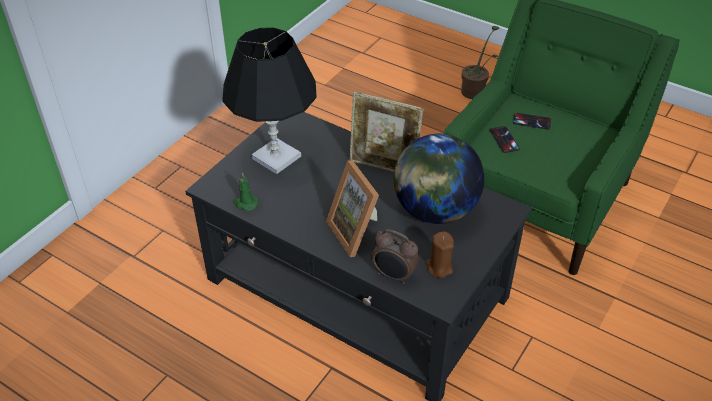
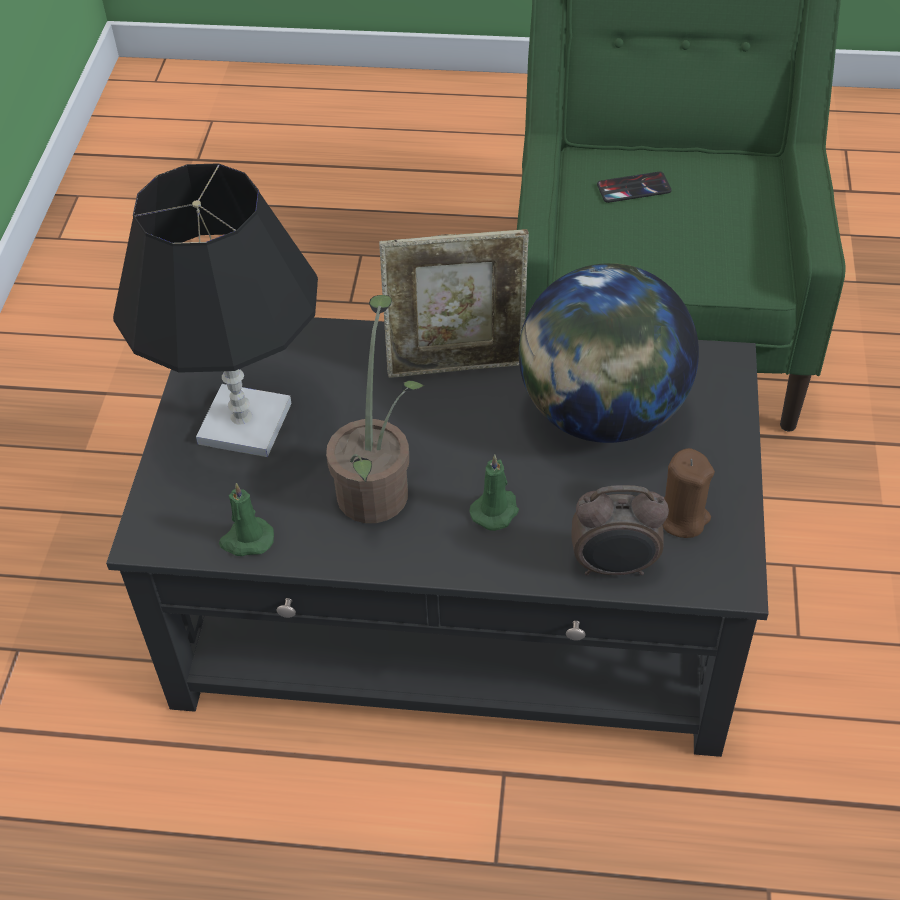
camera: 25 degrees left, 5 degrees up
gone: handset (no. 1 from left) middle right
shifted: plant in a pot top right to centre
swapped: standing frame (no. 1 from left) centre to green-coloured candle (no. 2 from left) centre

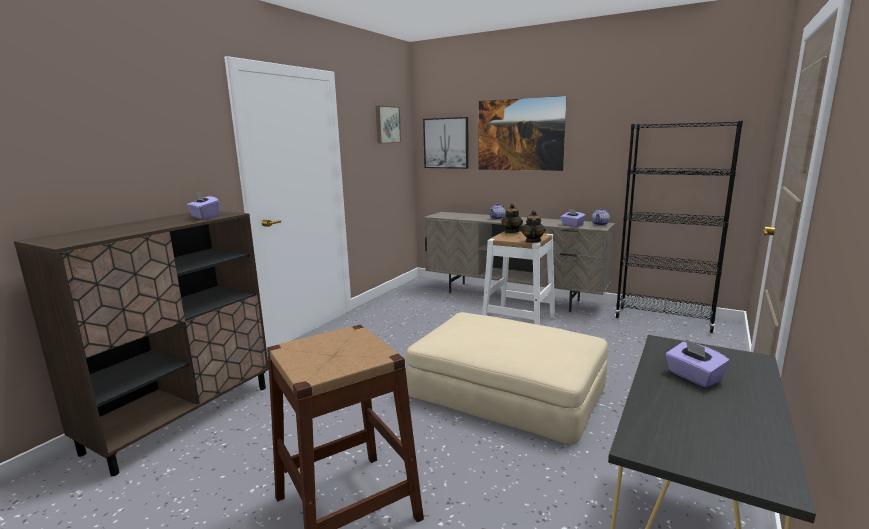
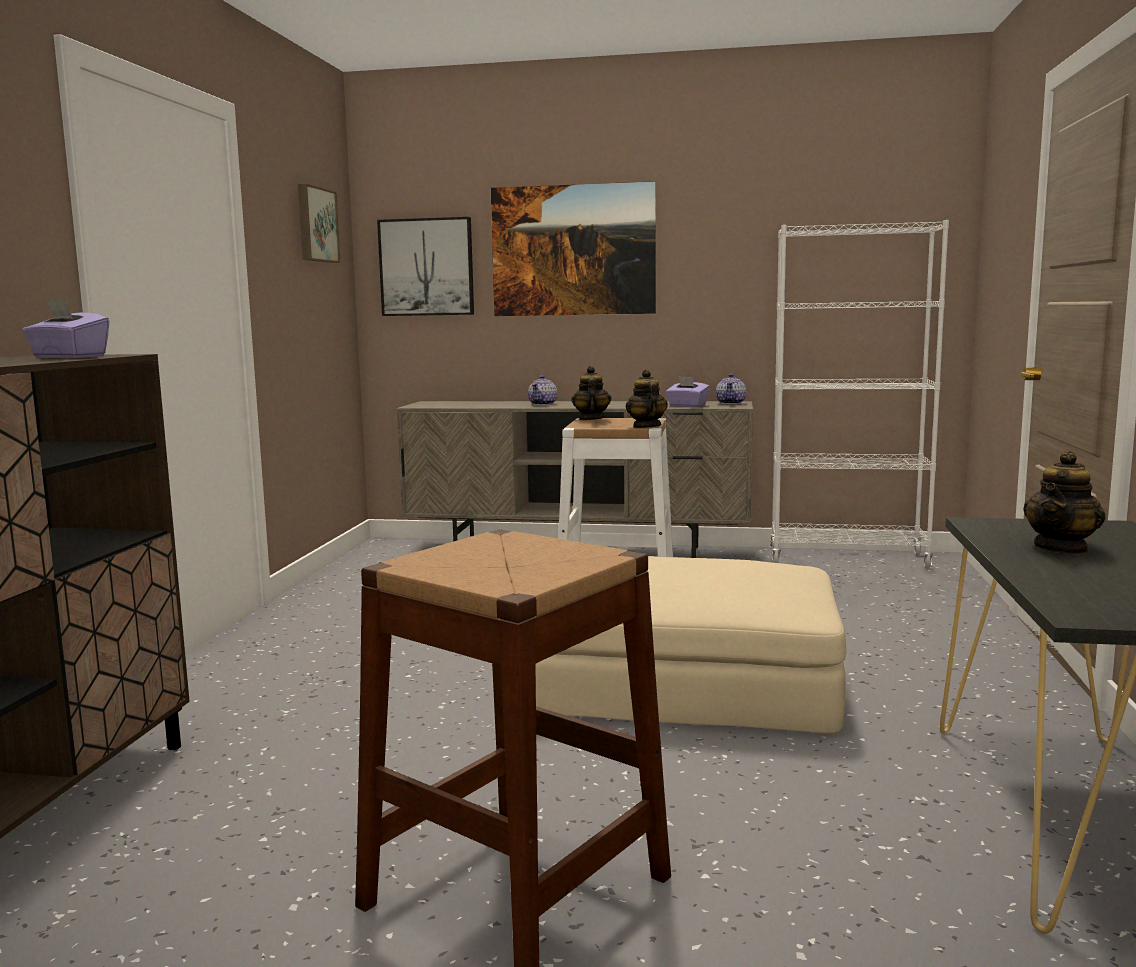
camera: 20 degrees left, 5 degrees down
swapped: purple-coloured box of tissues (no. 3 from left) bottom right to teapot (no. 5 from left) middle right
repainted: blackish bookshelf middle right to white bookshelf middle right

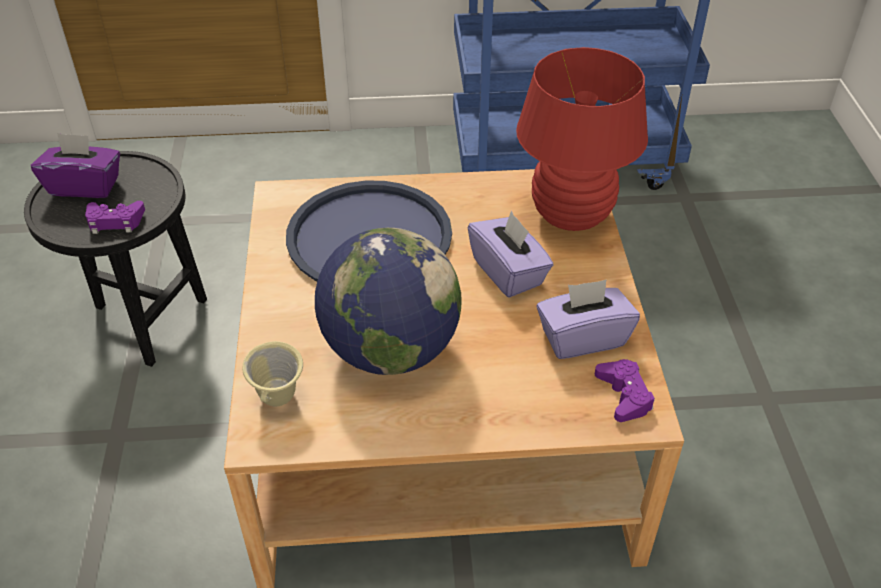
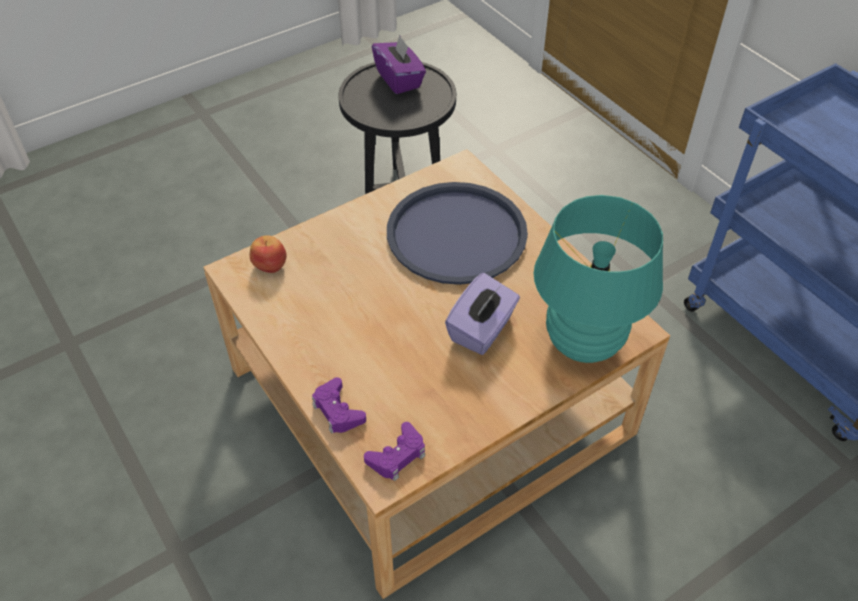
camera: 60 degrees right, 5 degrees up
gone: world globe centre; purple-coloured box of tissues (no. 3 from left) middle right
shifted: purple-coloured game controller (no. 1 from left) middle left to bottom centre
swapped: beige tea mug middle left to whole apple middle left
repainted: reddish tabletop lamp top centre to turquoise-coloured tabletop lamp middle right

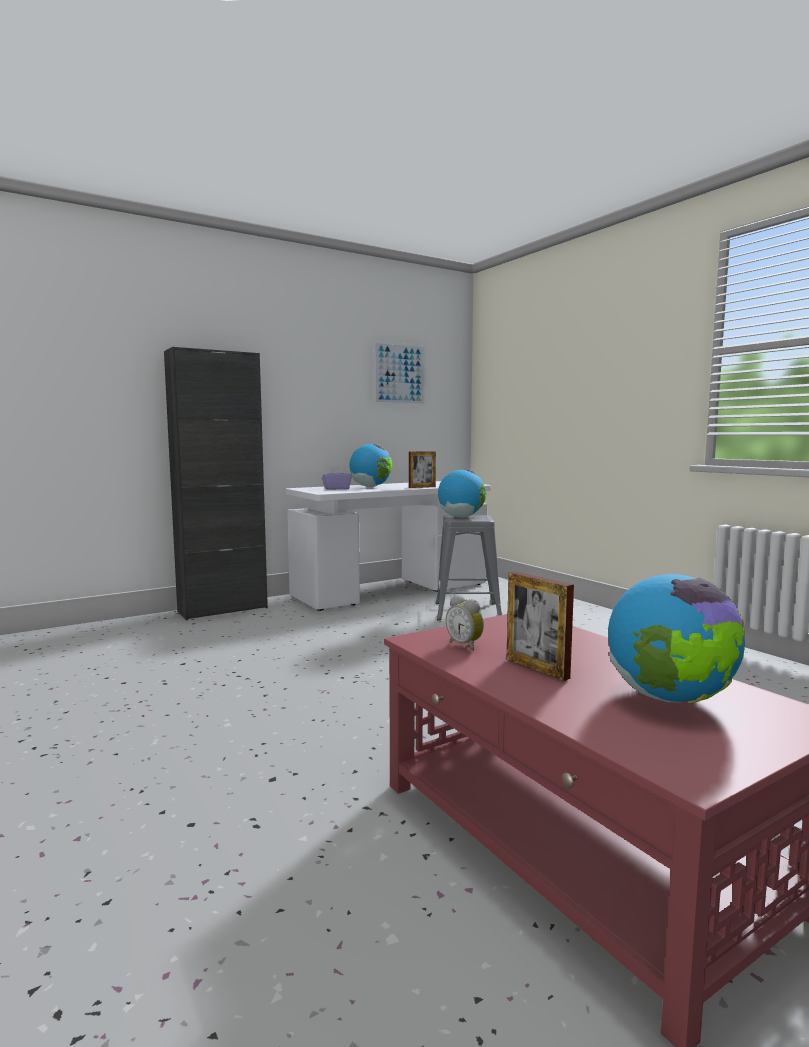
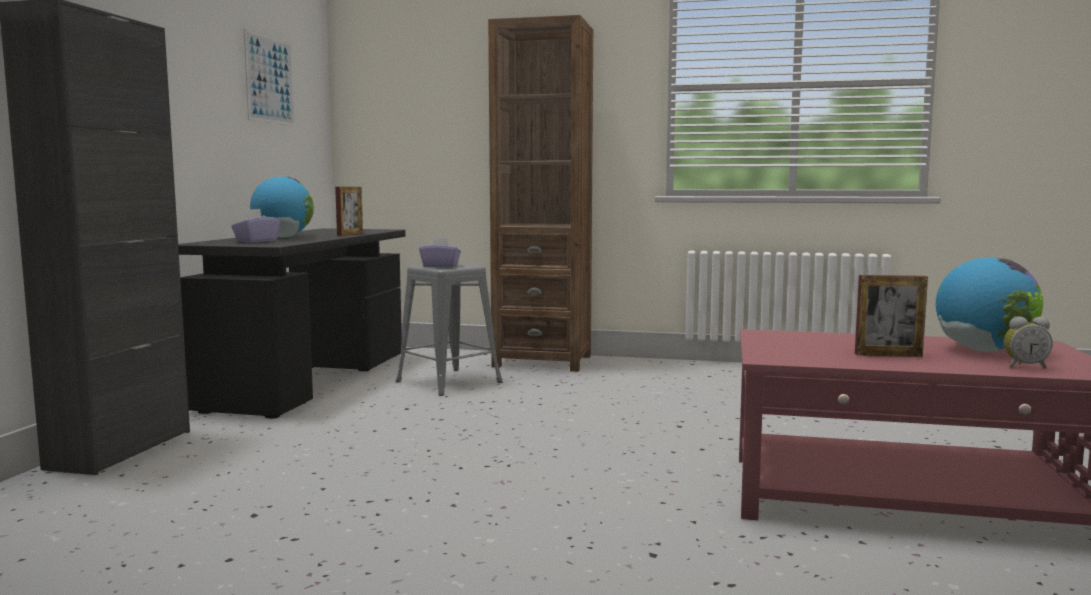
camera: 45 degrees left, 0 degrees up
new: brown-coloured bookshelf top centre
shifted: bedside clock centre to middle right
swapped: world globe (no. 2 from left) centre to purple-coloured box of tissues (no. 2 from left) centre
repainted: white desk centre to blackish desk middle left

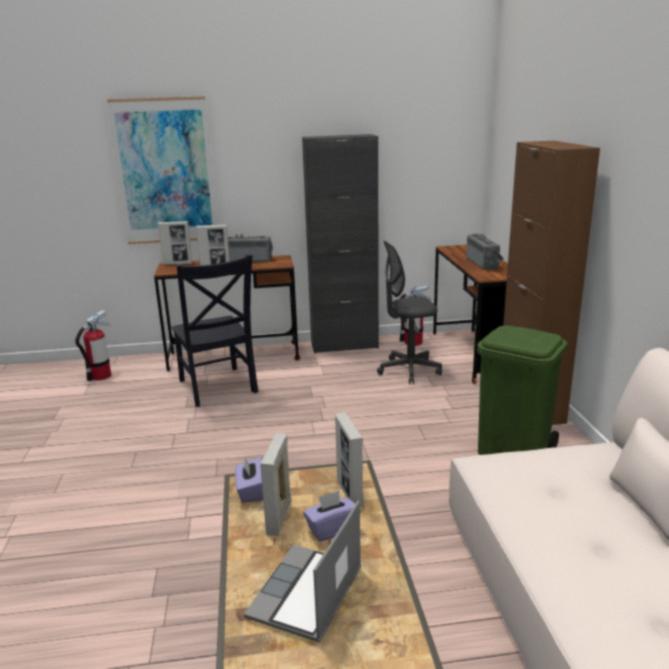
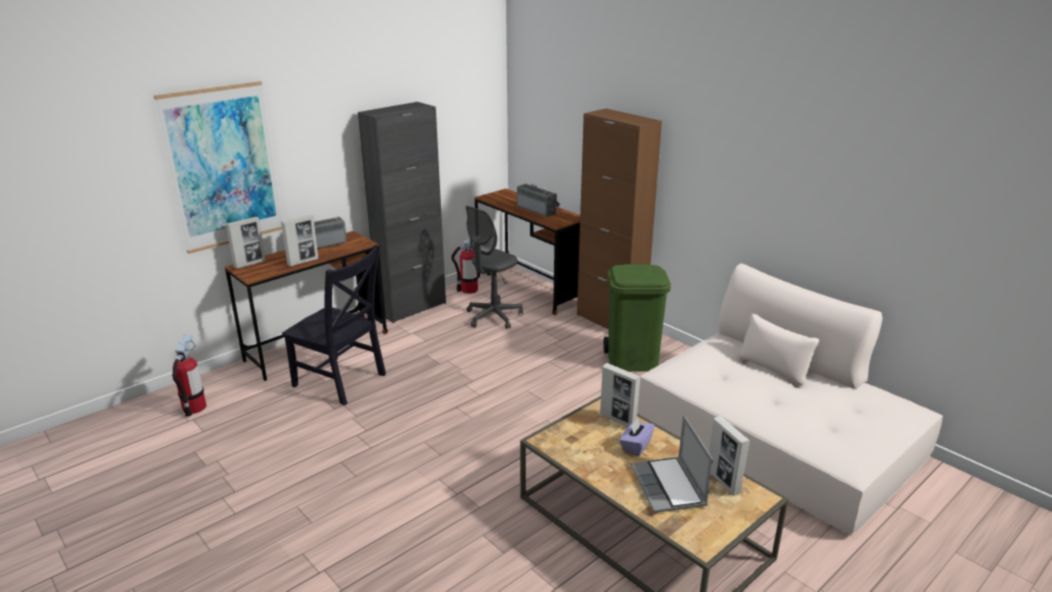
camera: 35 degrees left, 5 degrees up
gone: purple-coloured box of tissues (no. 1 from left) bottom centre
shifted: standing frame (no. 3 from left in the first image) bottom centre to standing frame (no. 4 from left) bottom right

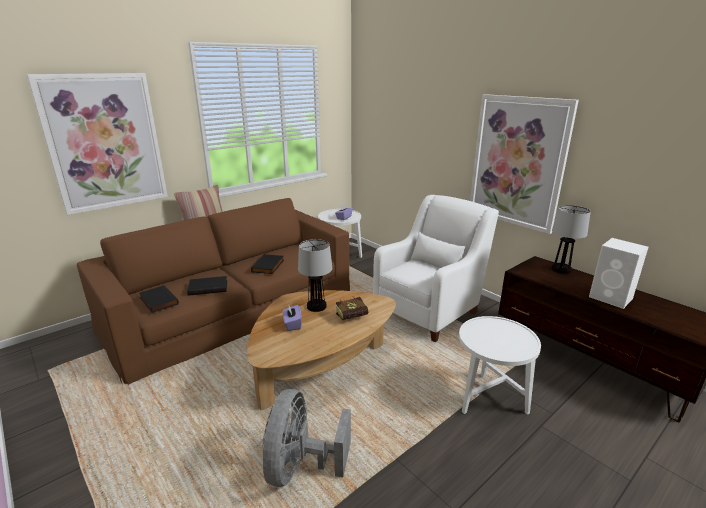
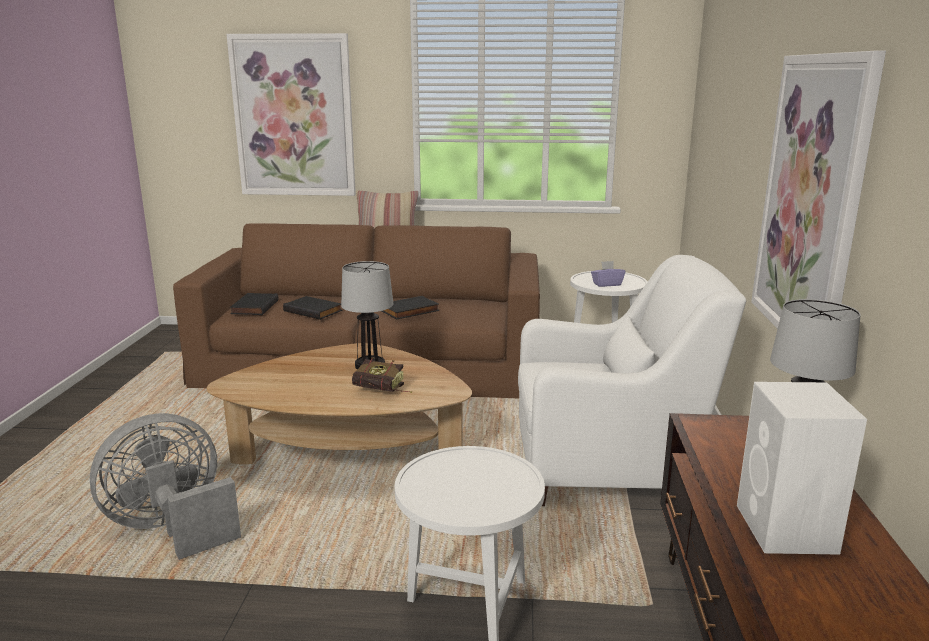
camera: 45 degrees right, 5 degrees down
gone: purple-coloured box of tissues (no. 1 from left) centre

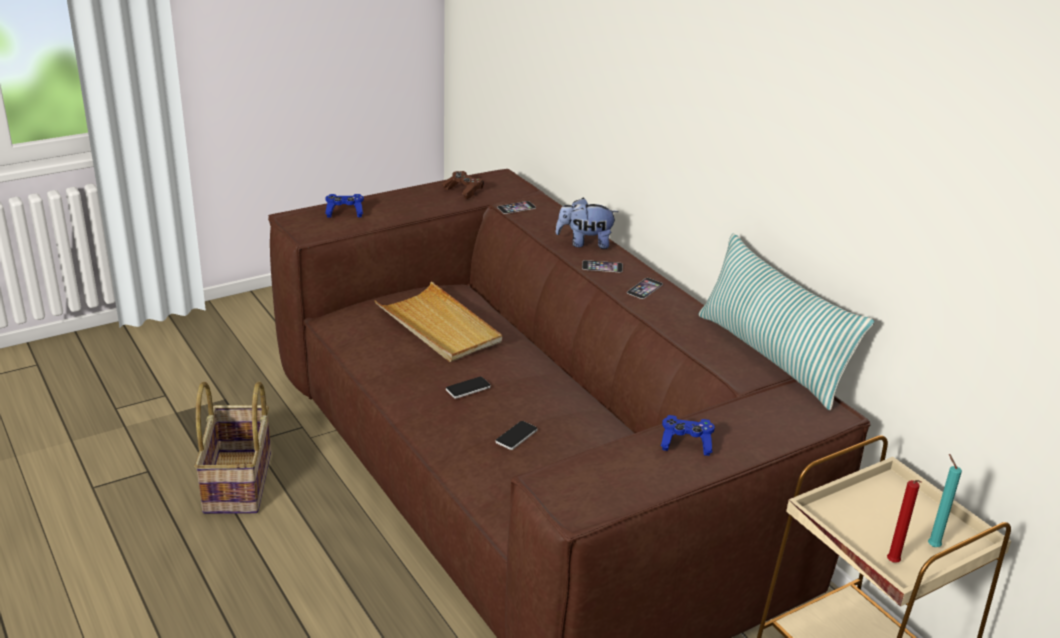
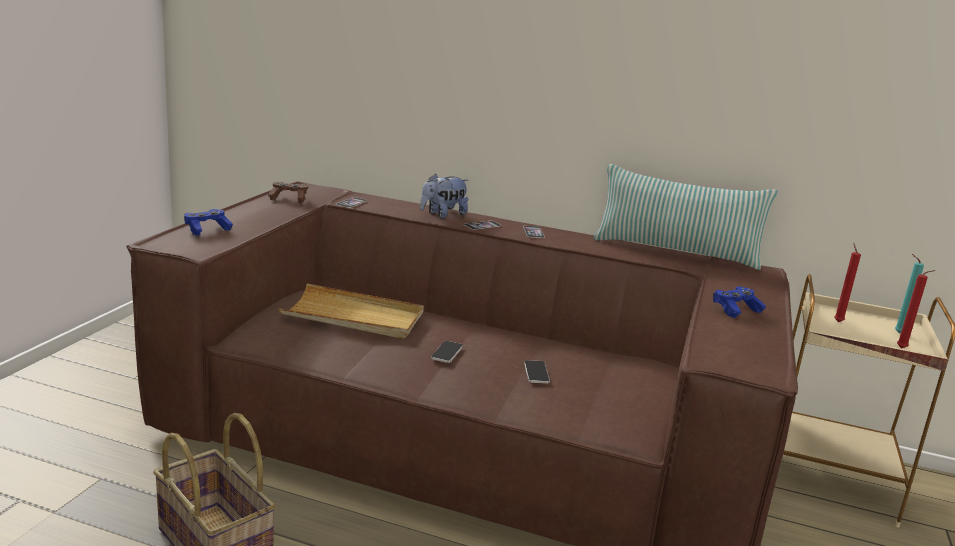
camera: 40 degrees left, 10 degrees down
new: reddish candle (no. 1 from left) middle right

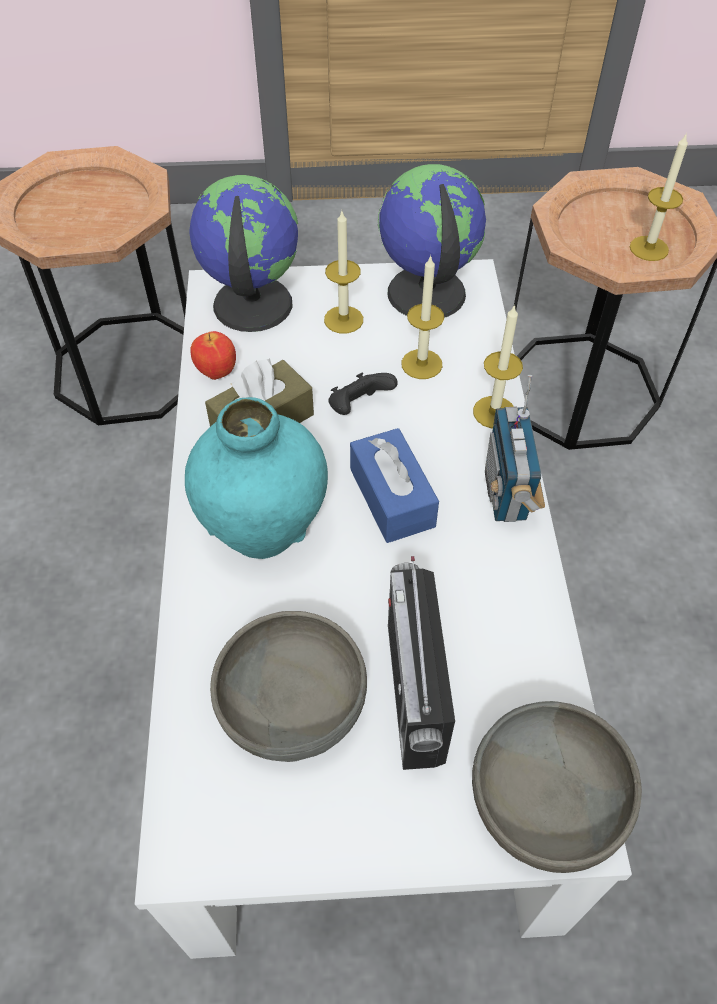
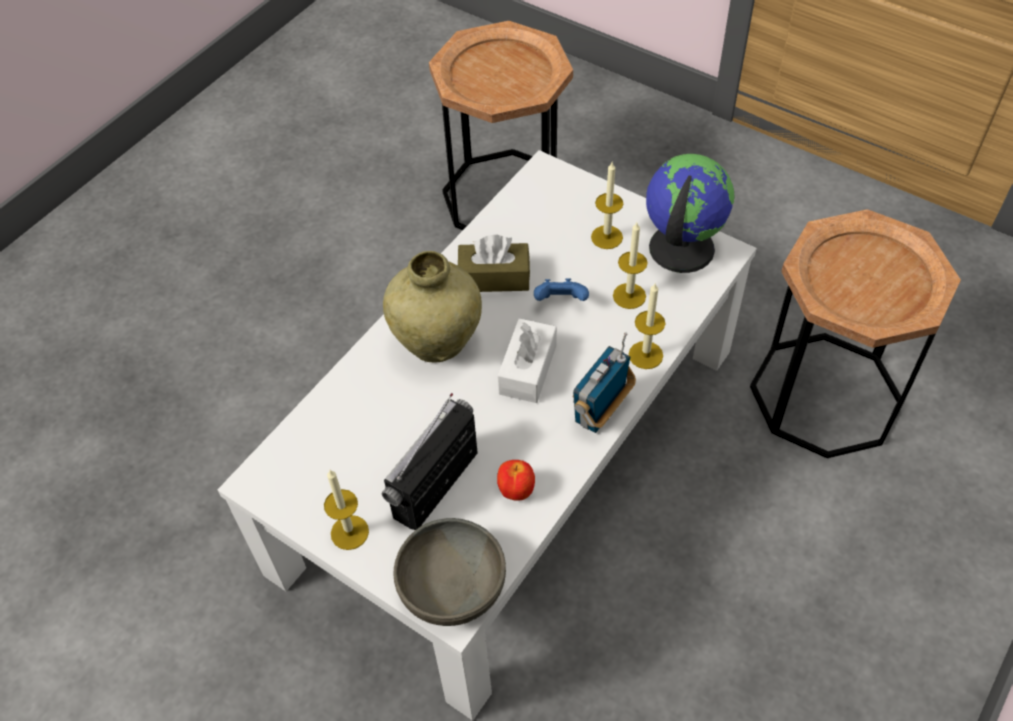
camera: 40 degrees right, 0 degrees up
gone: world globe (no. 1 from left) top centre; grey bowl (no. 1 from left) bottom centre
shifted: candle (no. 4 from left in the first image) top right to candle (no. 1 from left) bottom centre; whole apple middle left to centre
repainted: blackish game controller centre to blue-coloured game controller centre; turquoise-coloured flower vase centre to beige flower vase centre; blue-coloured box of tissues centre to white box of tissues centre

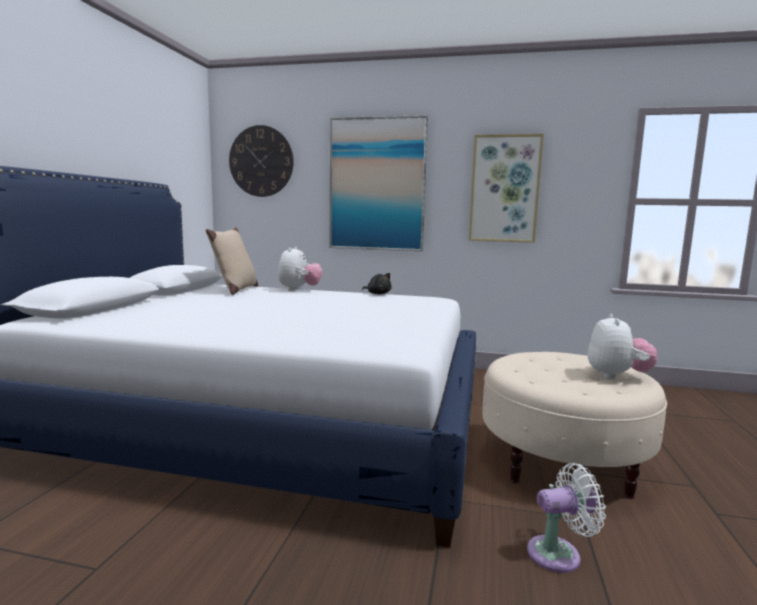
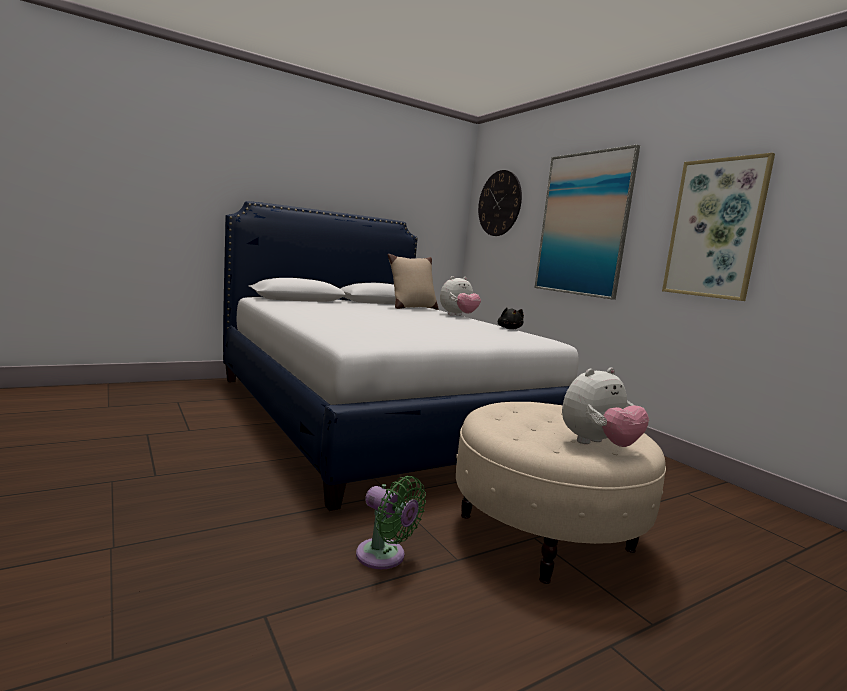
camera: 45 degrees right, 0 degrees up
repainted: white cooling fan bottom right to green-coloured cooling fan bottom centre

